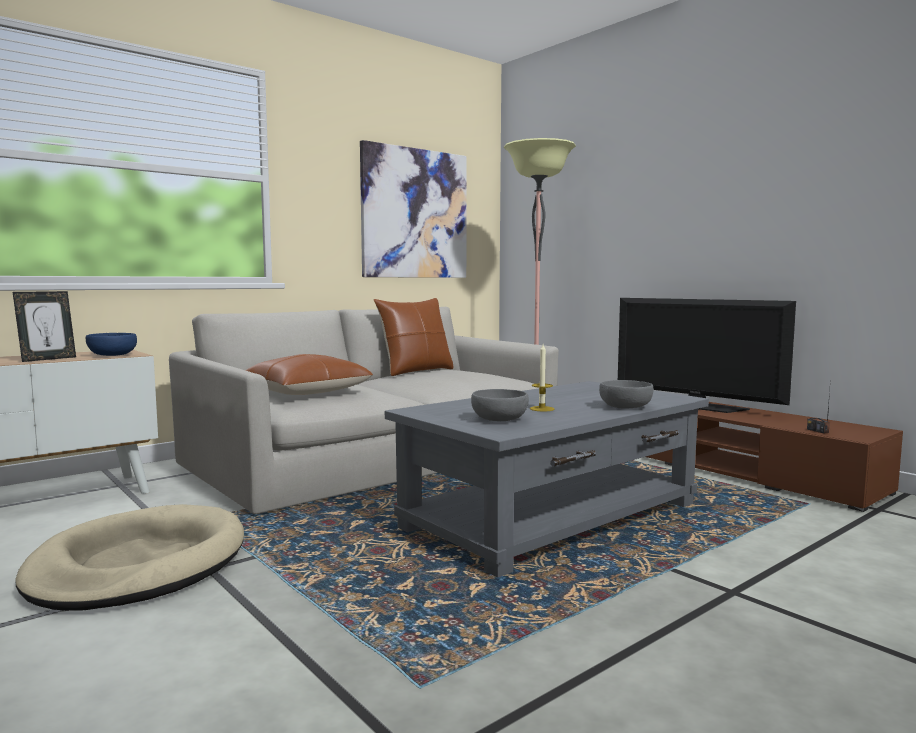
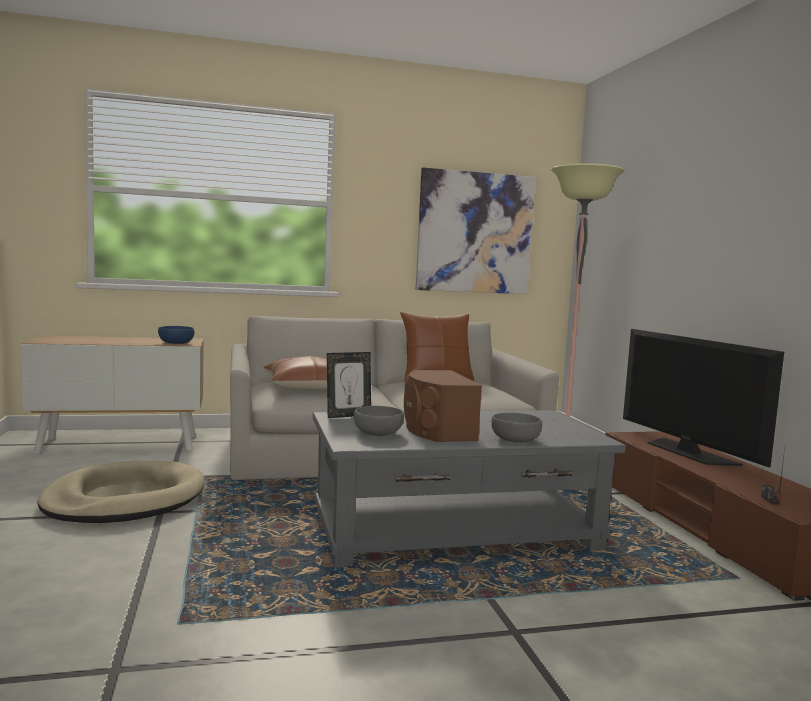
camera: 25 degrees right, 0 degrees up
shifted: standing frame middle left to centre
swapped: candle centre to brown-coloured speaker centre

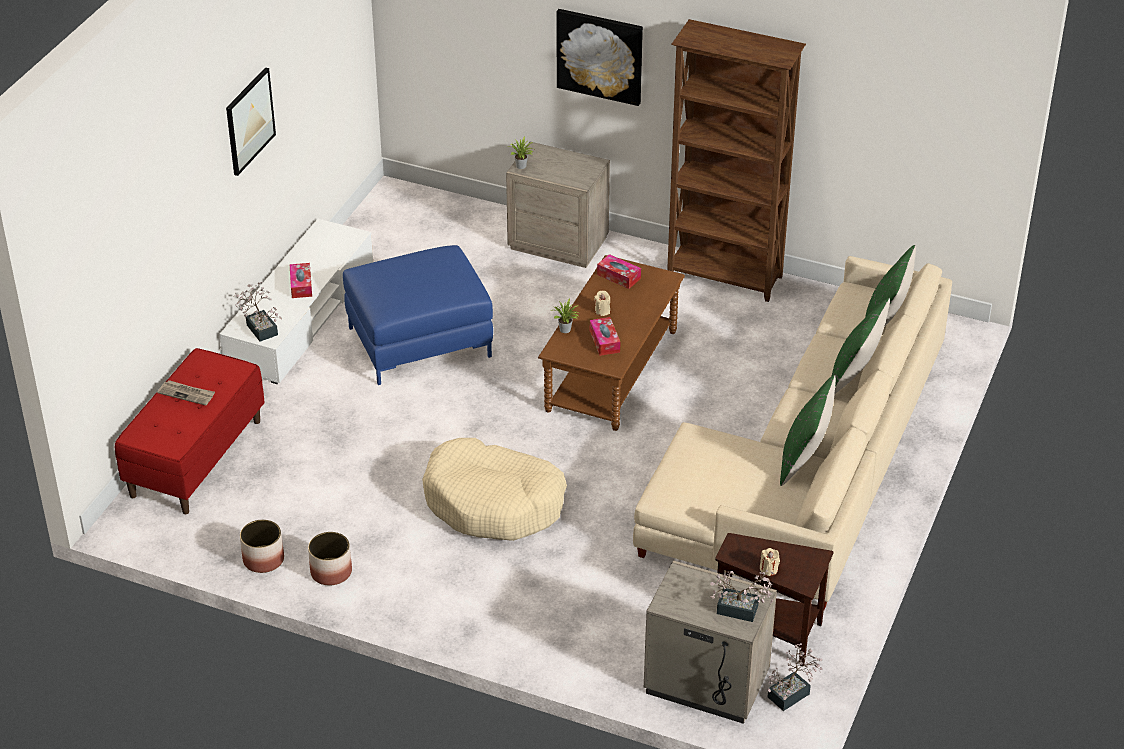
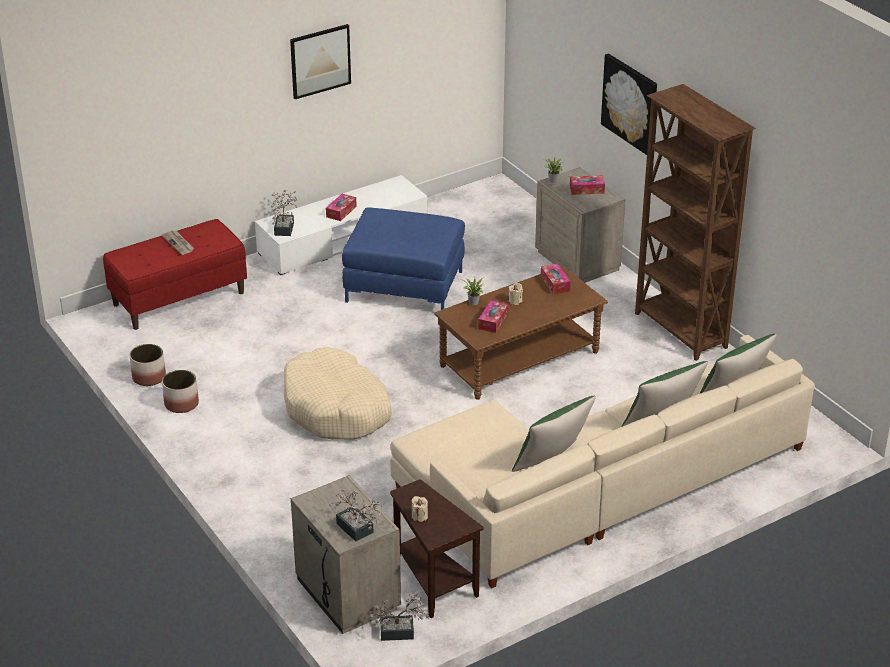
camera: 35 degrees right, 5 degrees down
new: box of tissues (no. 4 from left) top centre

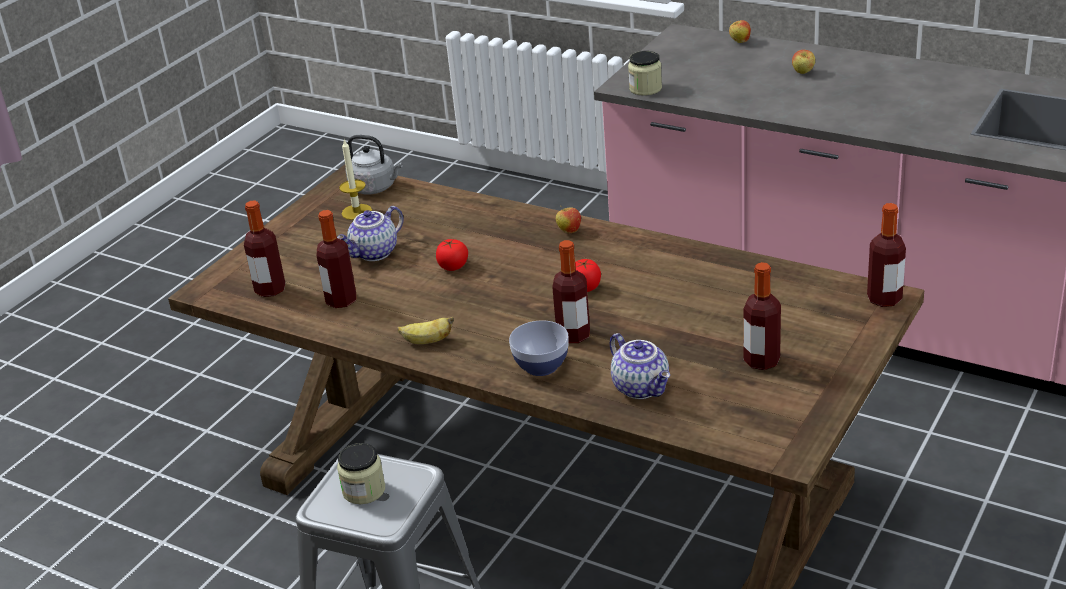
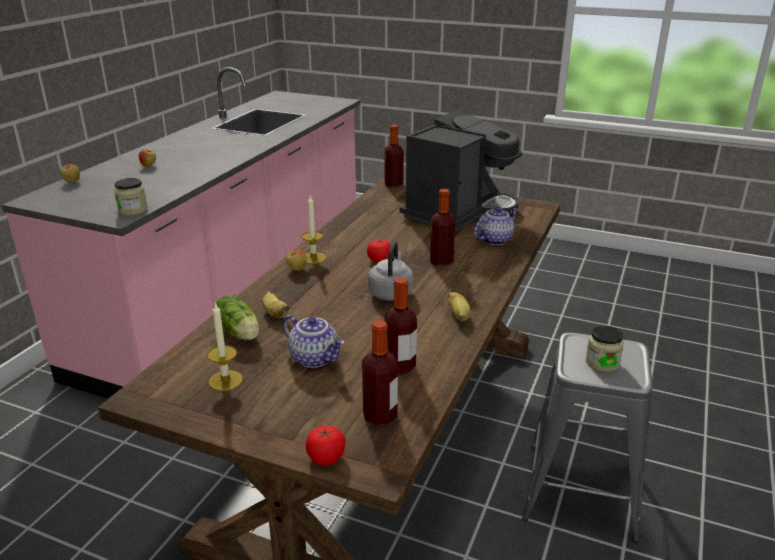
camera: 100 degrees left, 5 degrees down
gone: bowl centre
new: candle (no. 2 from left) centre; banana fruit (no. 1 from left) centre; lettuce head middle left
shifted: grey tea kettle top centre to centre; whole tomato (no. 1 from left) centre to bottom centre
swapped: bottle (no. 4 from left) middle right to coffee brewer top centre

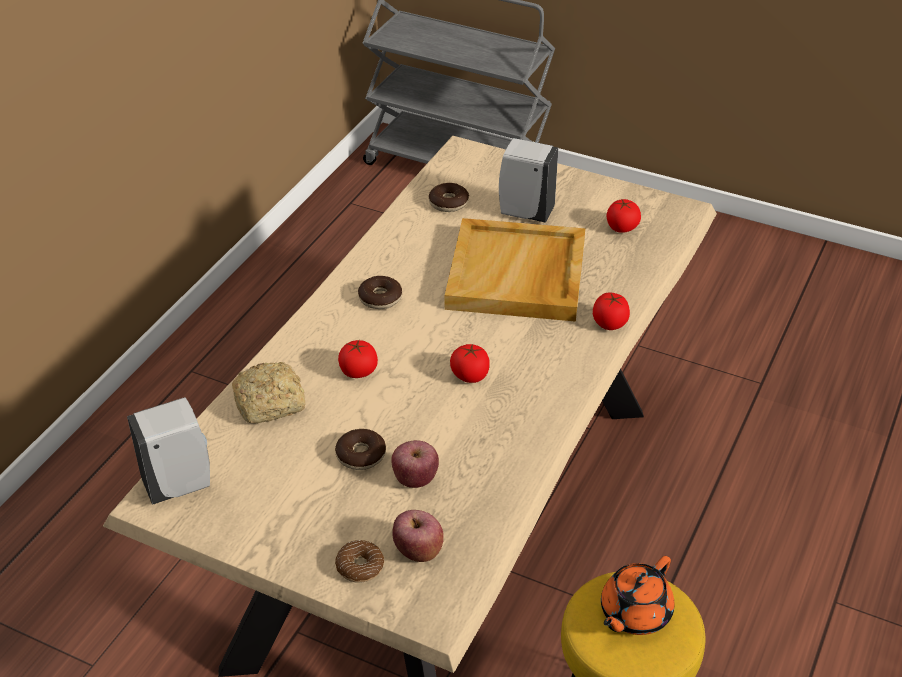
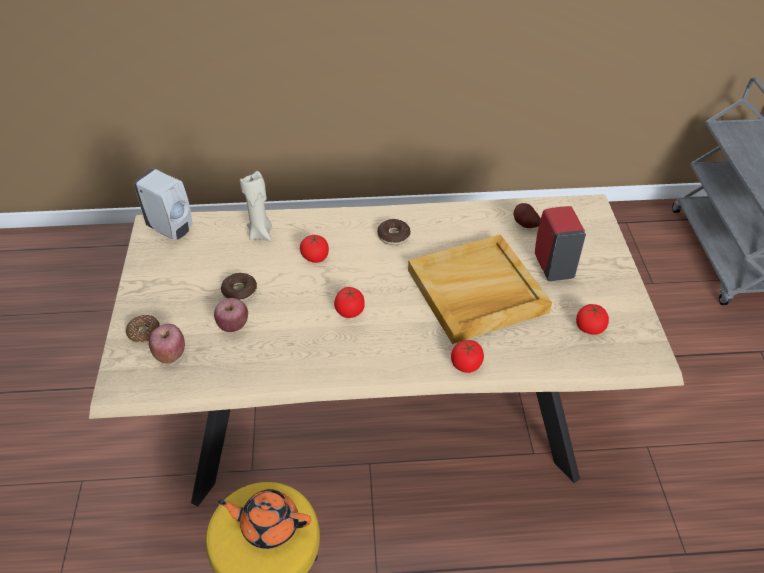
camera: 60 degrees right, 5 degrees up
swapped: donut (no. 4 from left) top centre to whole potato middle right; bakery bread middle left to beige candle centre
repainted: white soap dispenser (no. 2 from left) top centre to reddish soap dispenser middle right

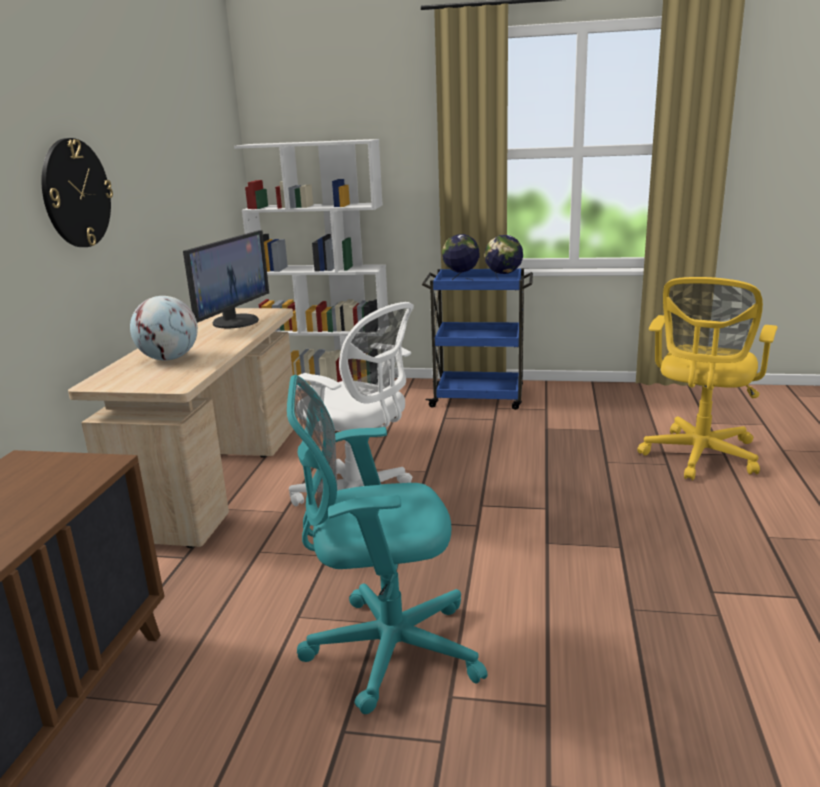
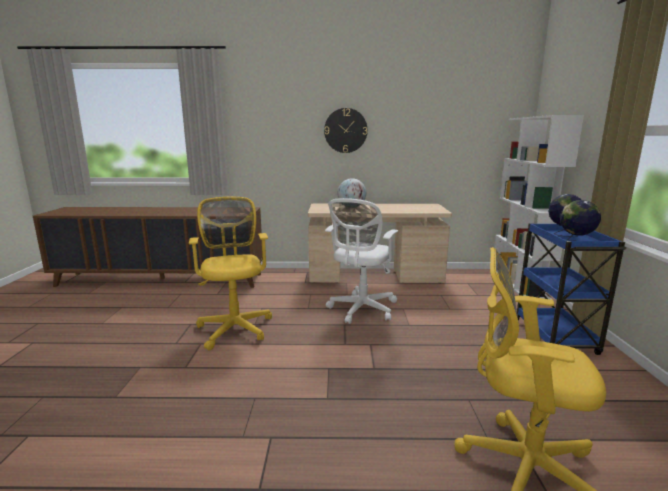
camera: 80 degrees right, 5 degrees down
gone: monitor middle left
repainted: turquoise-coloured desk chair bottom centre to yellow-coloured desk chair (no. 1 from left) centre

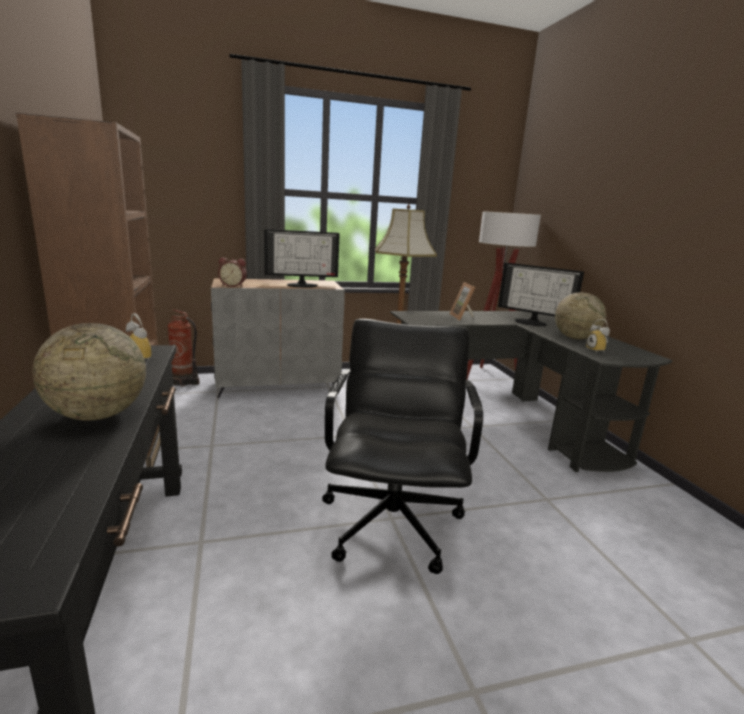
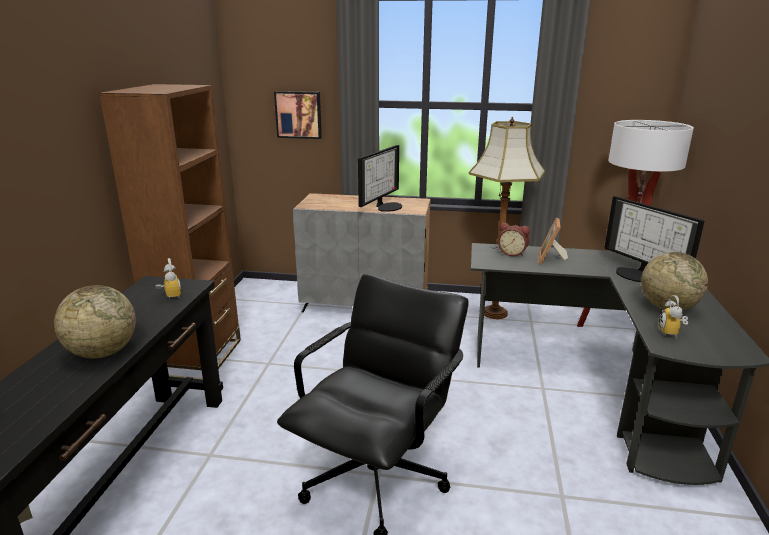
camera: 25 degrees right, 5 degrees up
gone: fire extinguisher middle left
new: wall art top centre
shifted: bedside clock (no. 2 from left) middle left to middle right
rotated: monitor (no. 1 from left) centre = top centre 75 degrees counterclockwise

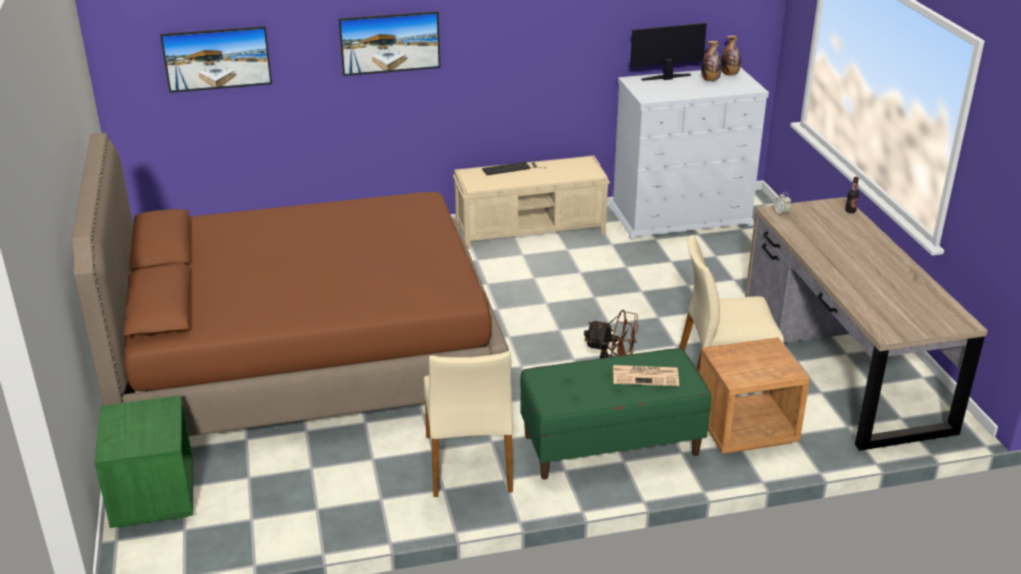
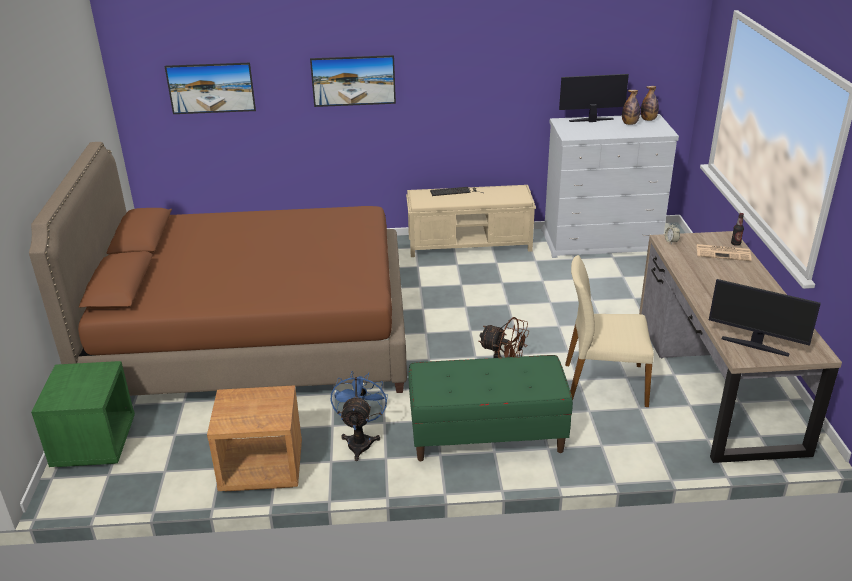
camera: 10 degrees right, 0 degrees up
new: monitor (no. 2 from left) middle right
shifted: brown-coloured nightstand bottom right to bottom left; printed paper centre to middle right
swapped: beige plain chair (no. 1 from left) bottom centre to blue-coloured cooling fan bottom centre

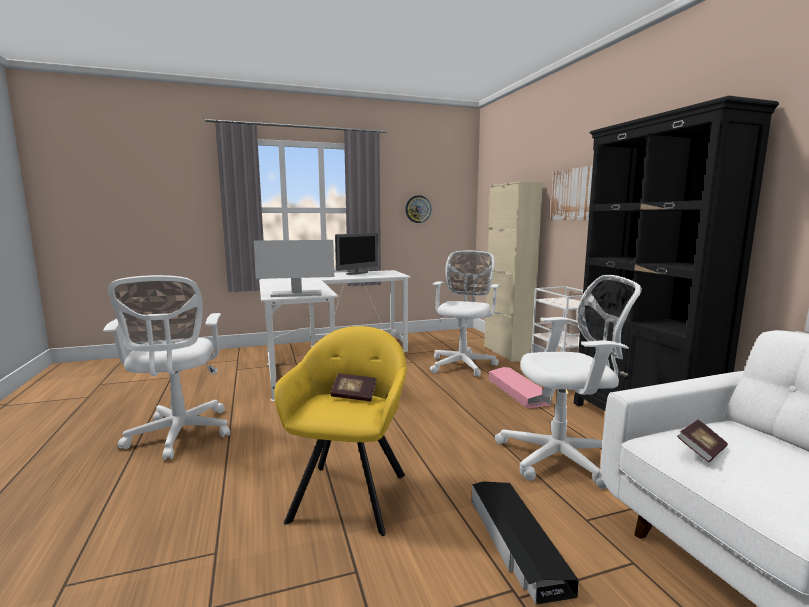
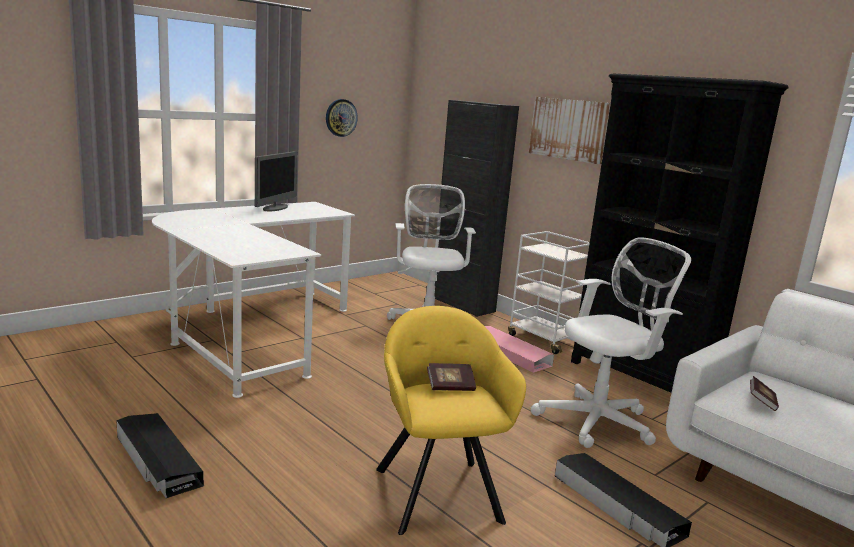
camera: 25 degrees left, 5 degrees up
gone: monitor (no. 1 from left) centre
swapped: white desk chair (no. 1 from left) middle left to blackish storage bin (no. 1 from left) bottom left
repainted: beige cabinet centre to blackish cabinet centre

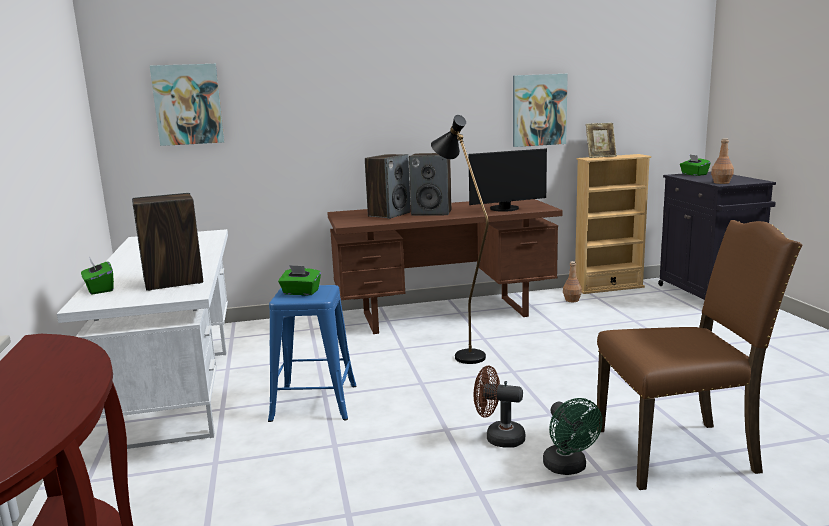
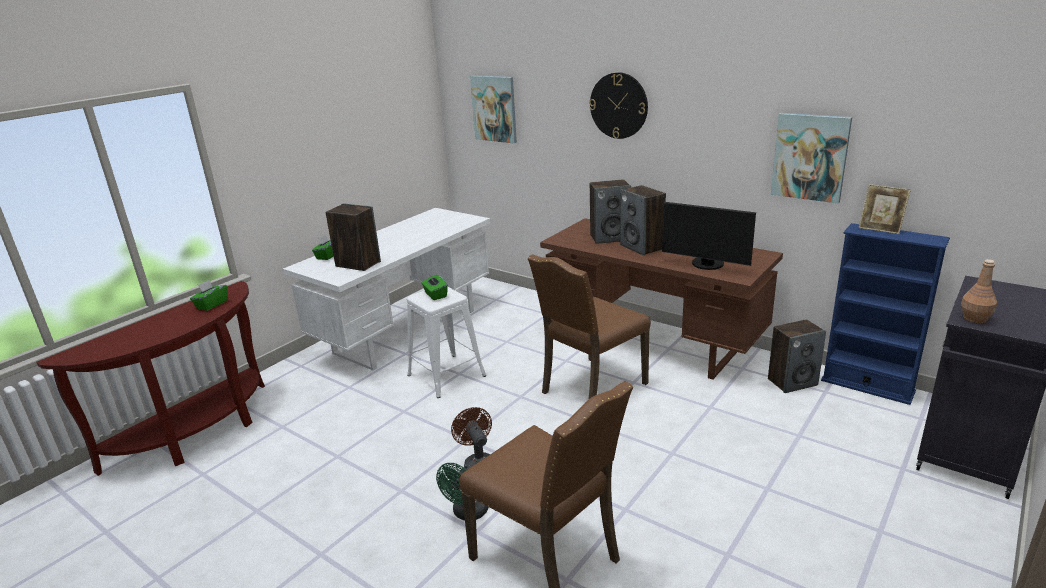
camera: 50 degrees right, 10 degrees up
new: clock on the wall top centre
shifted: green-coloured box of tissues (no. 3 from left in the first image) top right to green-coloured box of tissues (no. 1 from left) middle left
swapped: blackish standing lamp centre to brown-coloured plain chair (no. 2 from left) centre; brown-coloured bottle (no. 1 from left) middle right to speaker (no. 4 from left) middle right
repainted: beige bookshelf middle right to blue-coloured bookshelf middle right; blue-coloured stool bottom centre to white stool centre

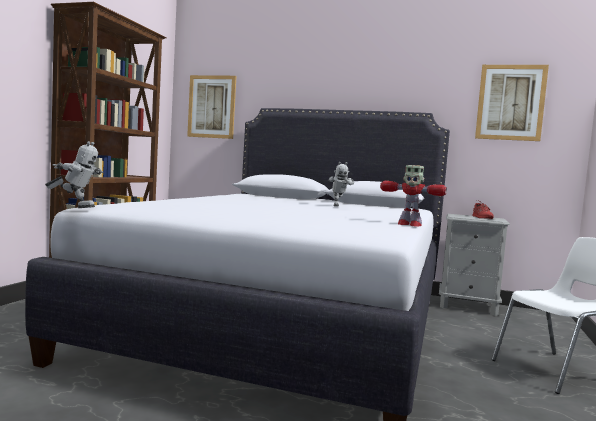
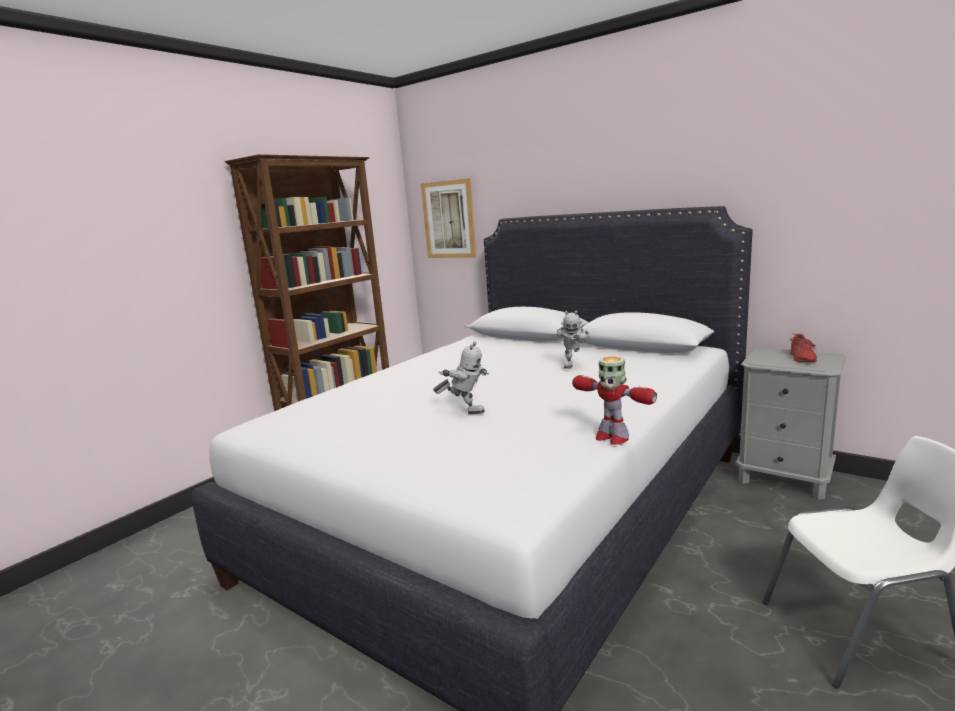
camera: 20 degrees right, 10 degrees up
gone: wall art (no. 2 from left) top right
shifted: model robot (no. 1 from left) middle left to centre

